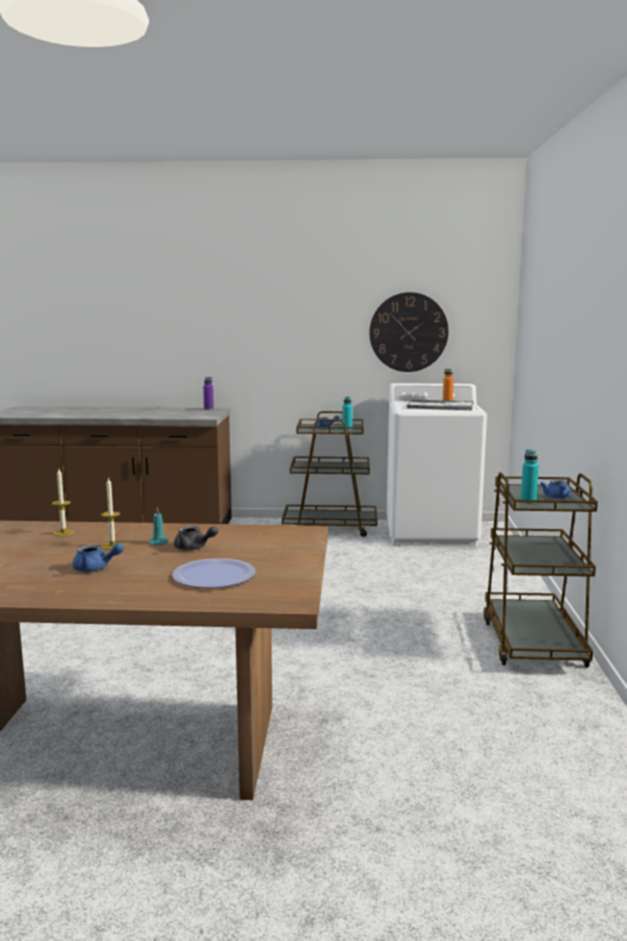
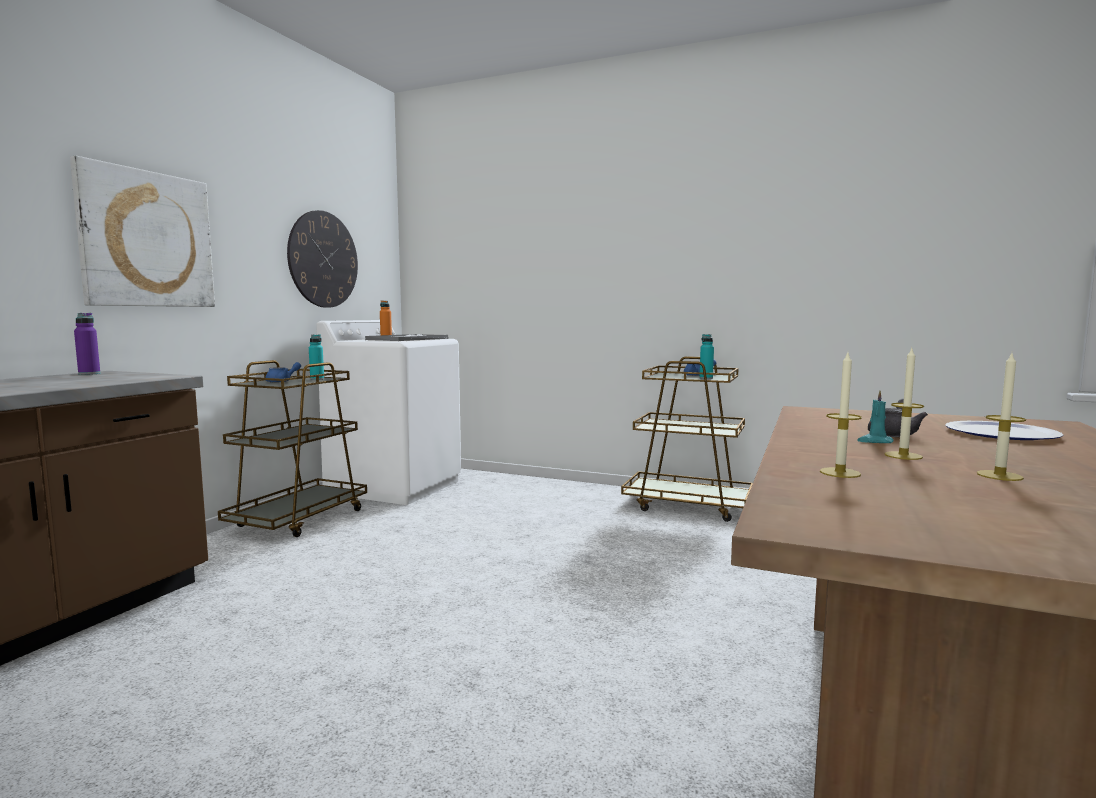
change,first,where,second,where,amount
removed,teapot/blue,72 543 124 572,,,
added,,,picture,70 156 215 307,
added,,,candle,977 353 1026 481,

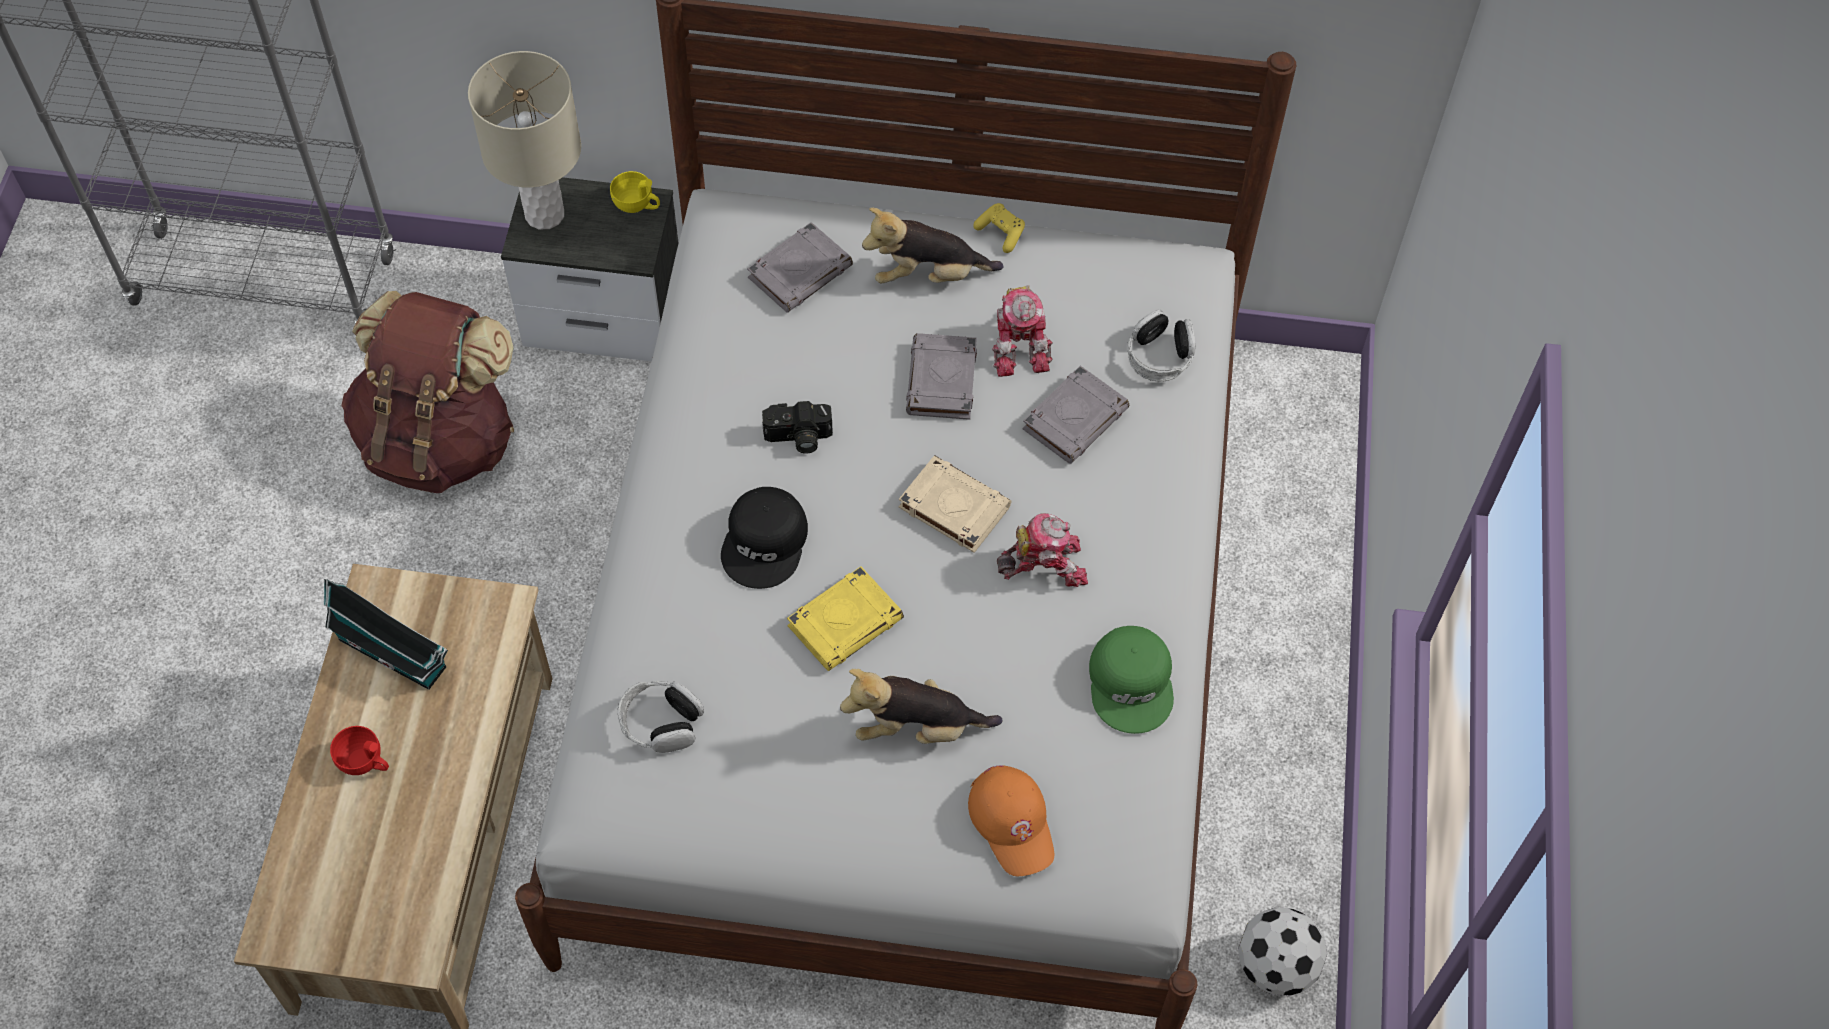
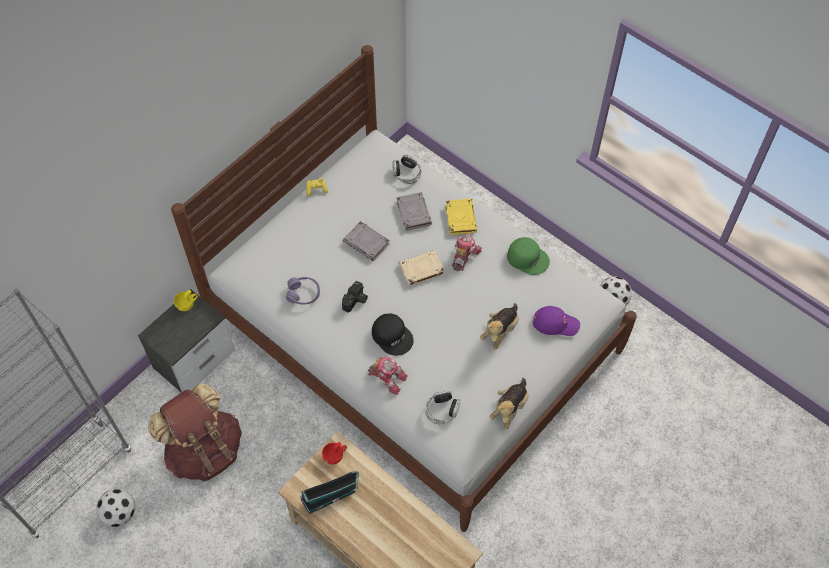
change,first,where,second,where,amount
moved,cup/red,330 726 389 775,,322 442 347 464,
removed,table lamp/beige,468 51 581 230,,,
removed,book/grey,747 222 853 313,,,
moved,book/yellow,787 566 904 671,,446 199 477 235,
moved,plush toy,862 208 1003 284,,490 378 529 429,
recoloured,cap/orange,968 766 1054 876,cap/purple,533 306 580 336,
moved,toy robot,992 285 1053 377,,368 357 408 395,
added,,,football,96 489 135 527,
added,,,headphones/purple,286 277 320 305,

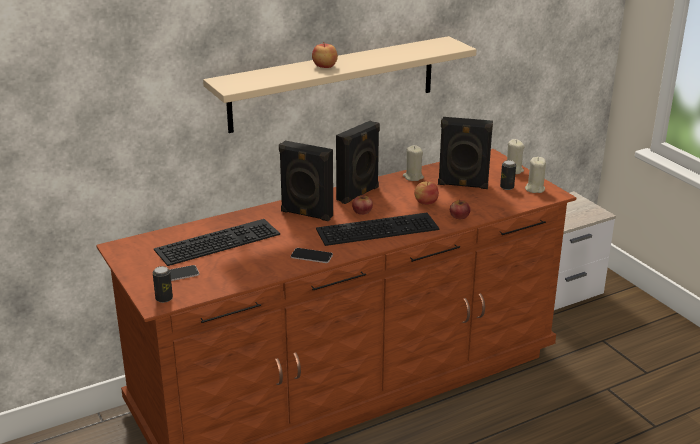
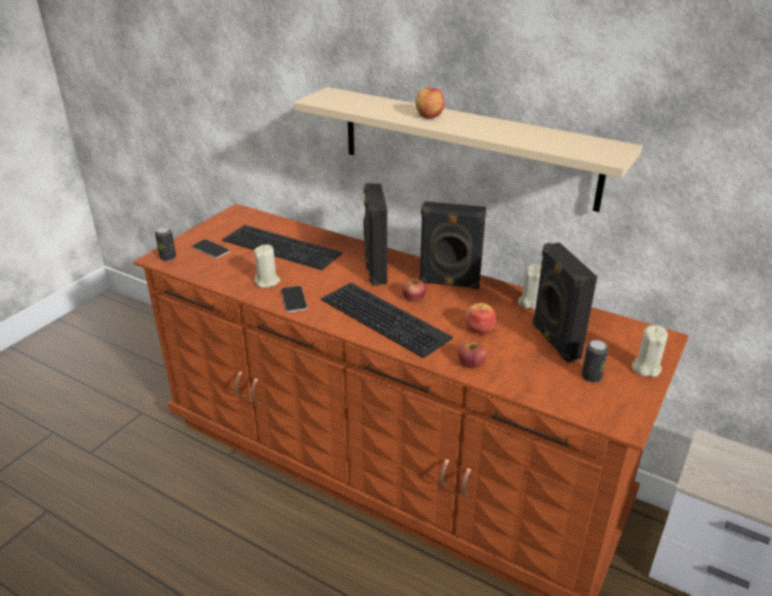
change,first,where,second,where,amount
moved,candle/beige,525 157 546 193,,254 245 280 288,

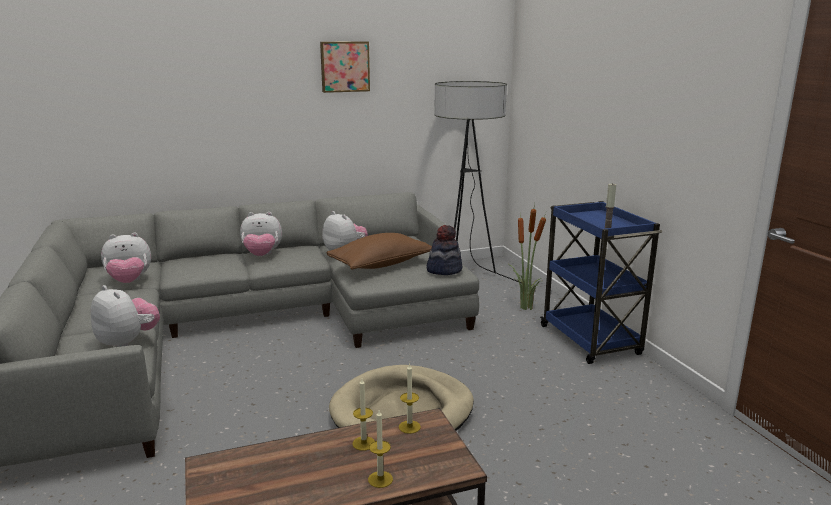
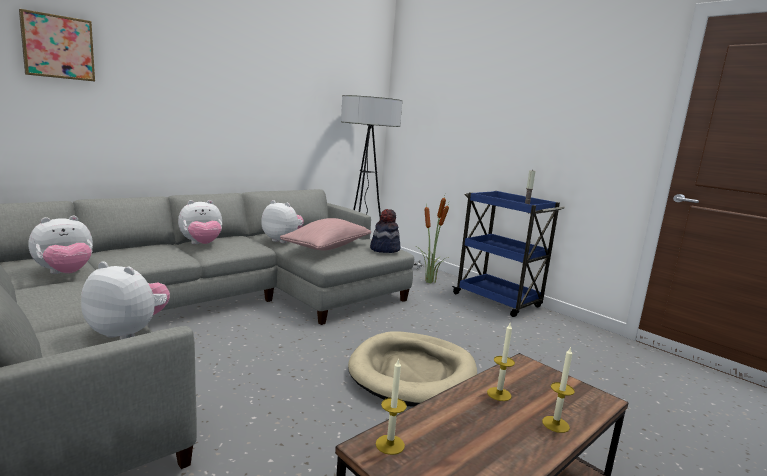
change,first,where,second,where,amount
moved,picture,320 42 370 93,,19 9 95 81,
recoloured,pillow/brown,326 233 432 269,pillow/pink,280 218 371 250,
moved,candle,399 363 421 434,,376 358 407 455,

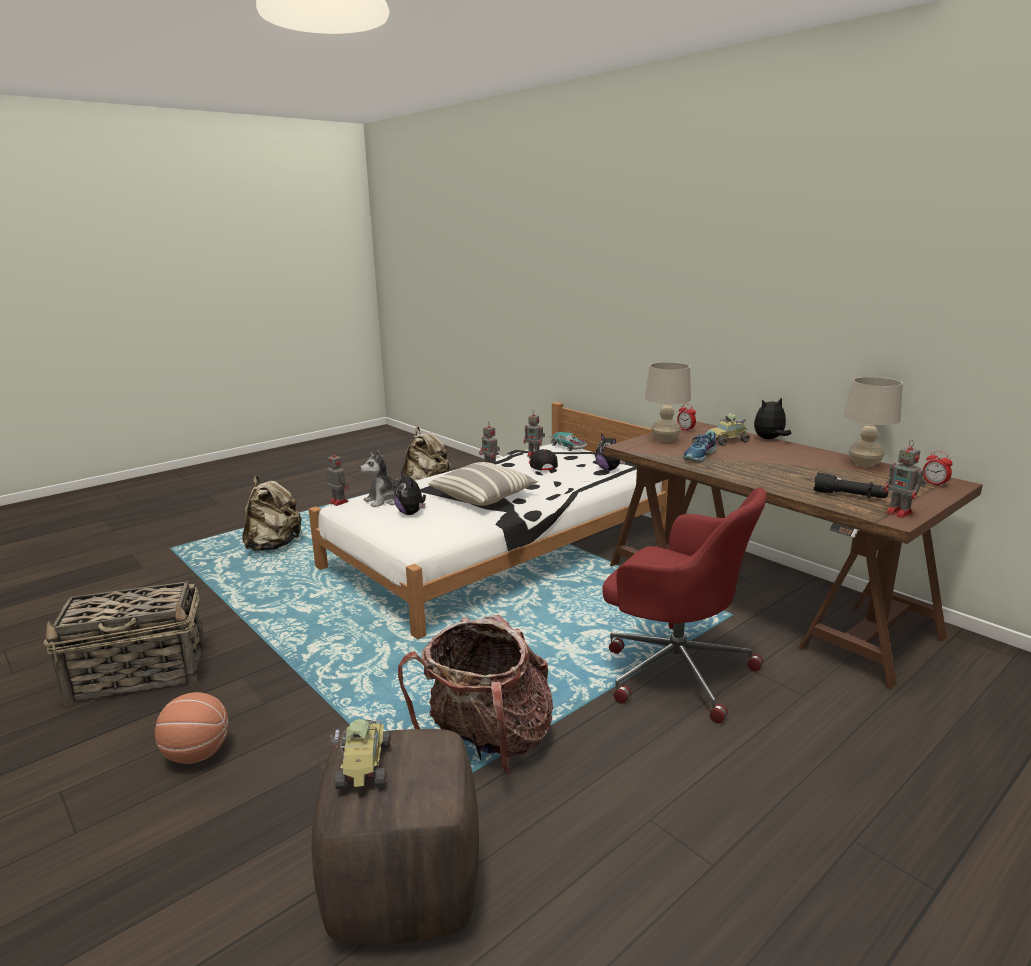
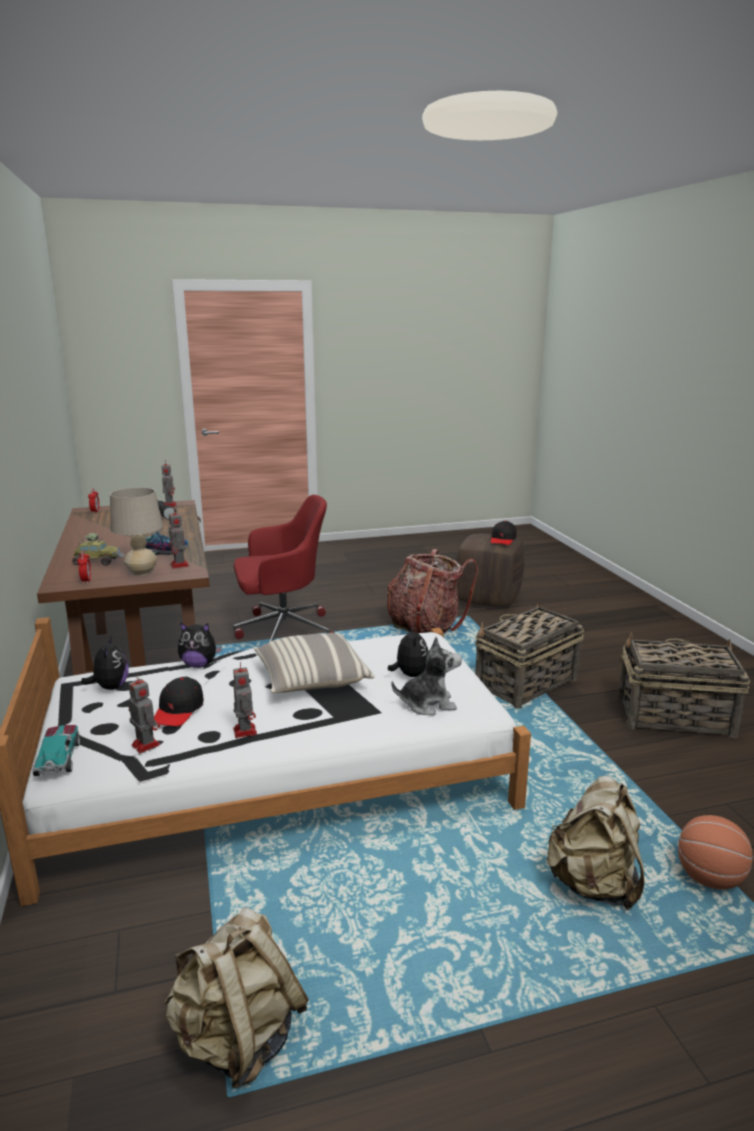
change,first,where,second,where,amount
moved,basketball,155 692 228 764,,678 815 753 890,
moved,toy robot,326 450 349 506,,168 508 189 569,
replaced,toy car,330 719 391 789,cap/black,491 521 517 545,
turned,office chair/red,602 487 767 723,,233 495 334 642,105 degrees clockwise
moved,plush toy,754 397 791 439,,178 622 222 668,
removed,table lamp/beige,844 377 903 468,,,
added,,,basket,475 600 584 709,

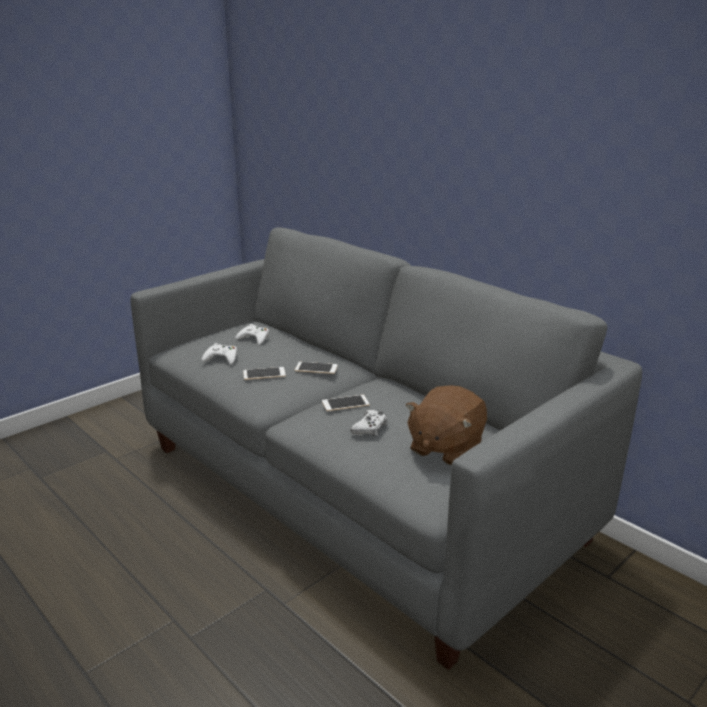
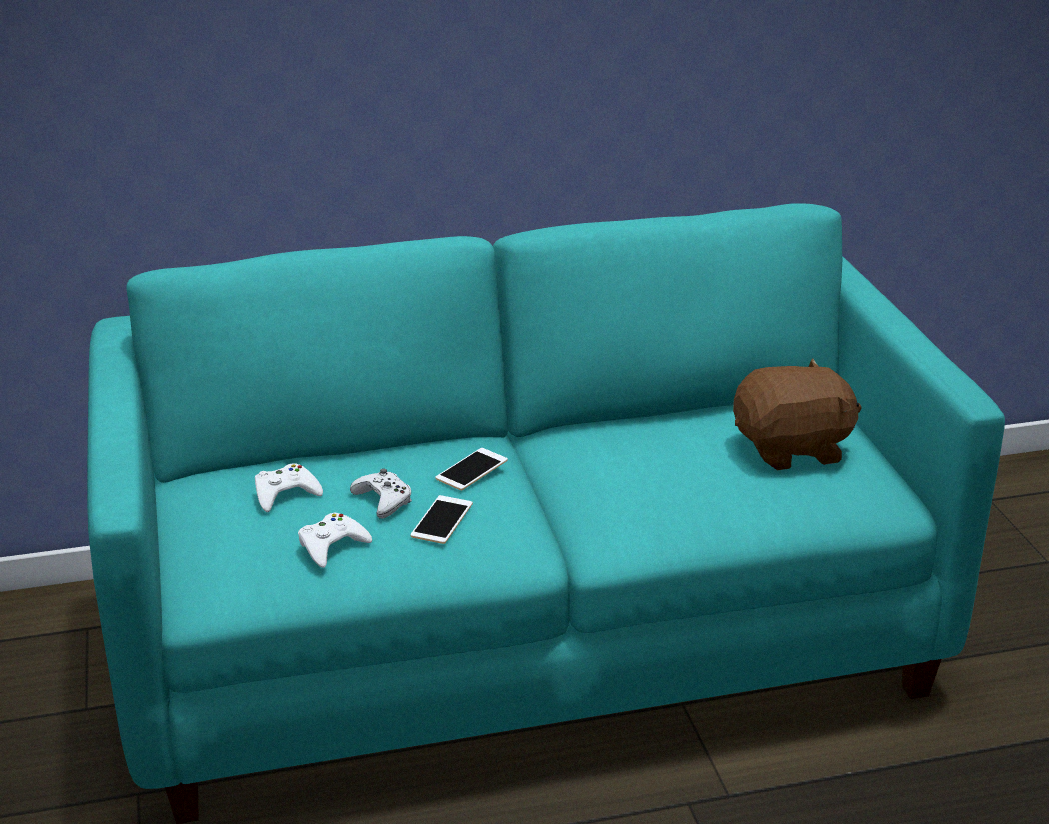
change,first,where,second,where,amount
recoloured,sofa/grey,131 228 642 670,sofa/turquoise,87 203 1005 824,
removed,phone,322 395 369 411,,,
moved,game controller/white,350 410 387 436,,350 469 412 519,
turned,plush toy/brown,406 385 487 466,,733 358 862 470,75 degrees counterclockwise

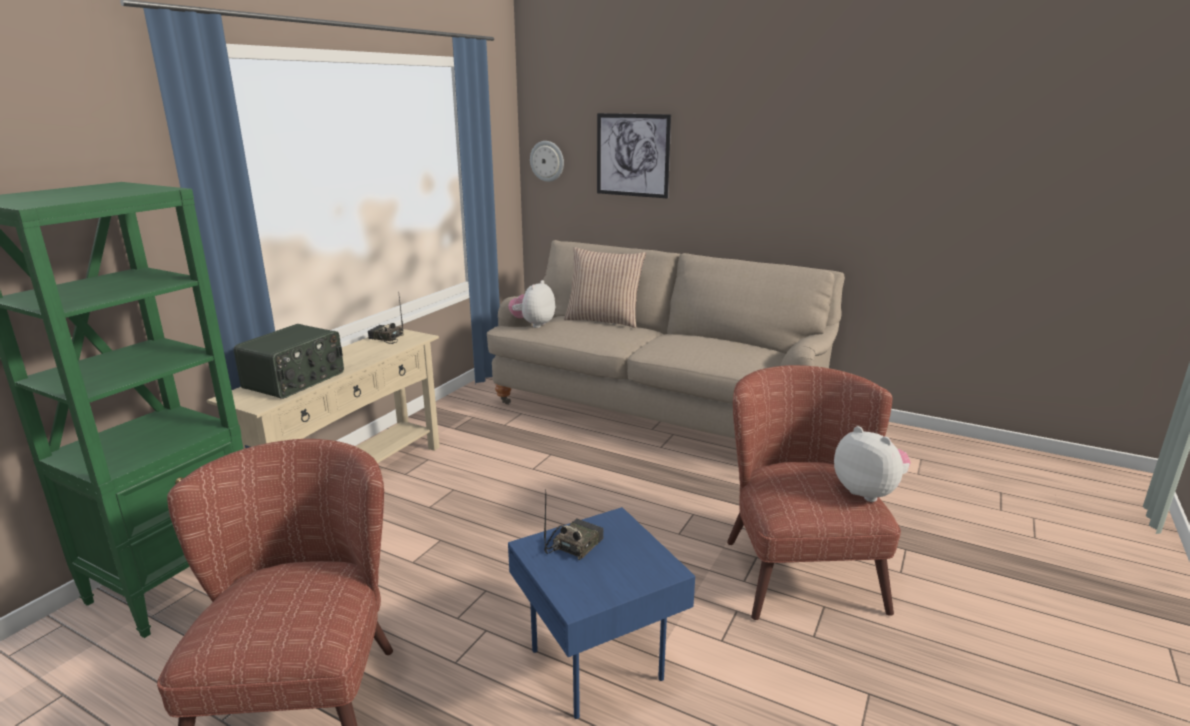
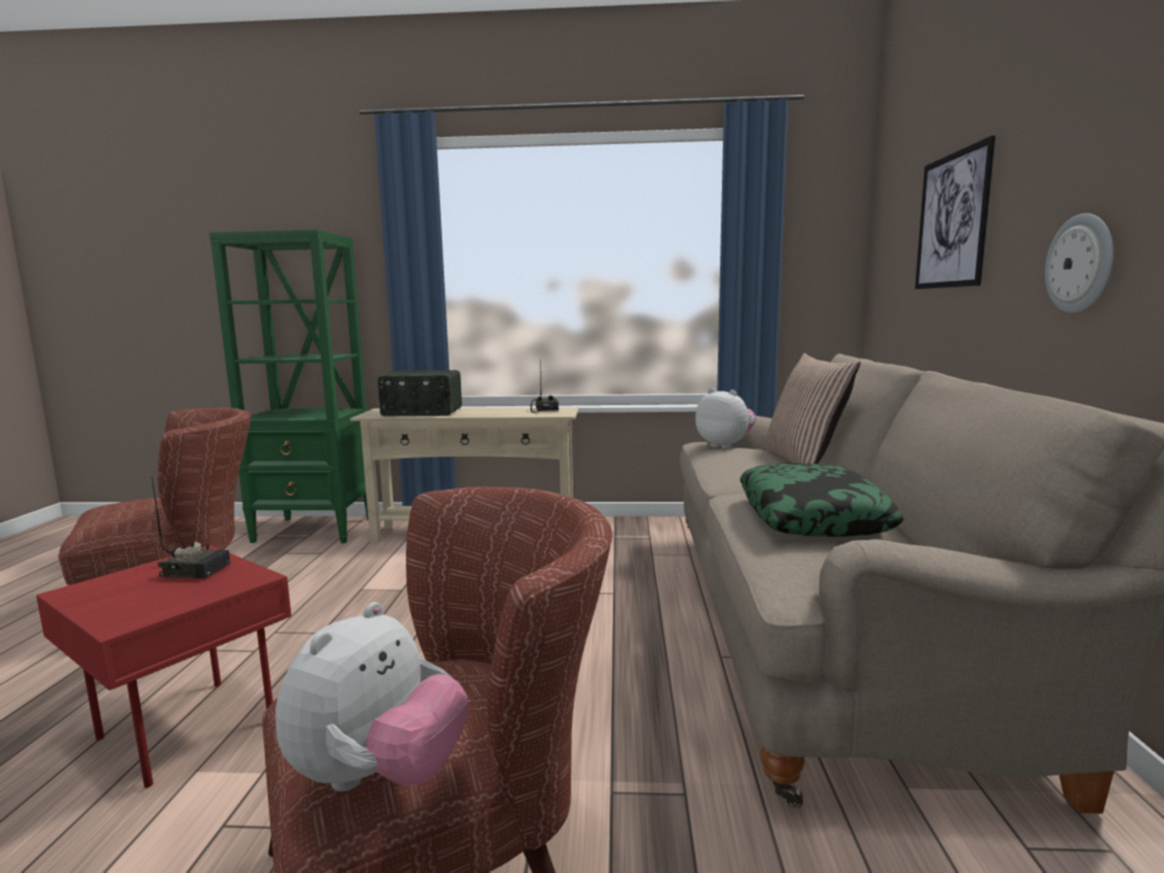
change,first,where,second,where,amount
recoloured,side table/blue,508 507 695 719,side table/red,36 545 291 788,
turned,plush toy,509 280 555 328,,695 388 756 448,45 degrees clockwise
moved,wall clock,530 141 564 182,,1045 213 1114 313,
added,,,pillow,740 464 904 537,

